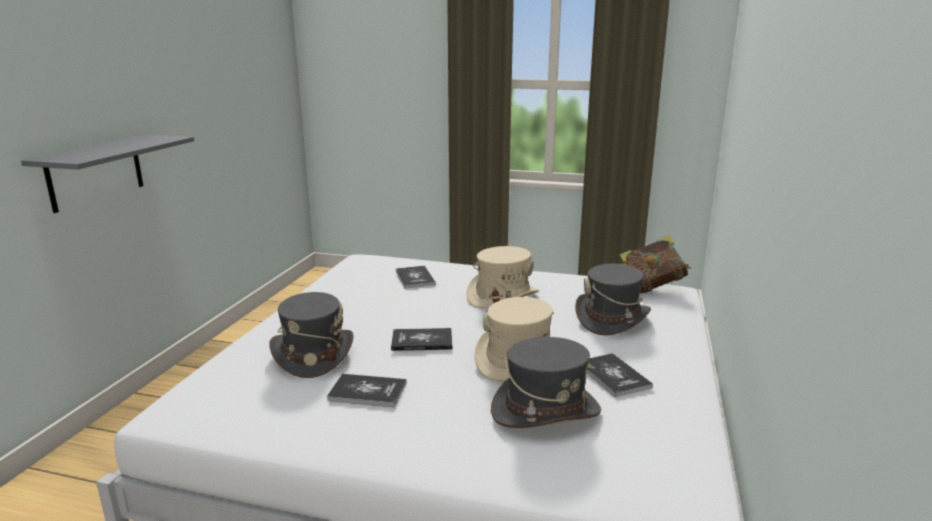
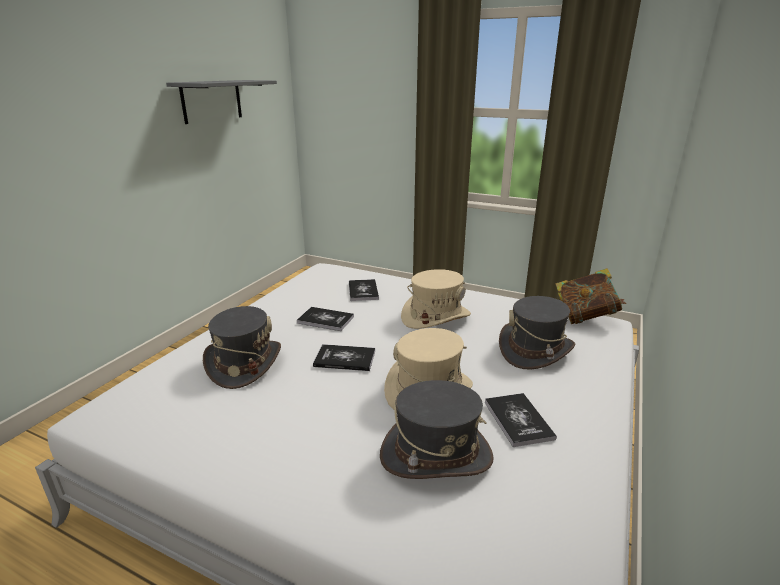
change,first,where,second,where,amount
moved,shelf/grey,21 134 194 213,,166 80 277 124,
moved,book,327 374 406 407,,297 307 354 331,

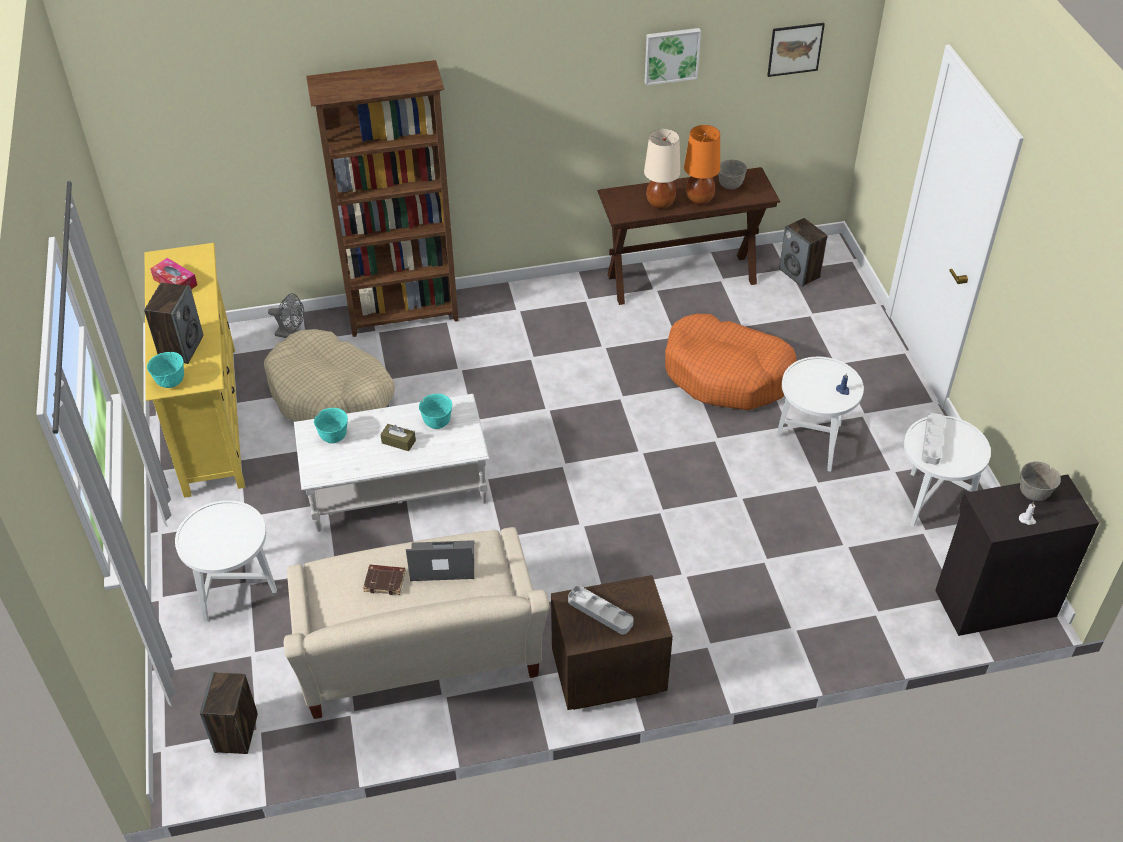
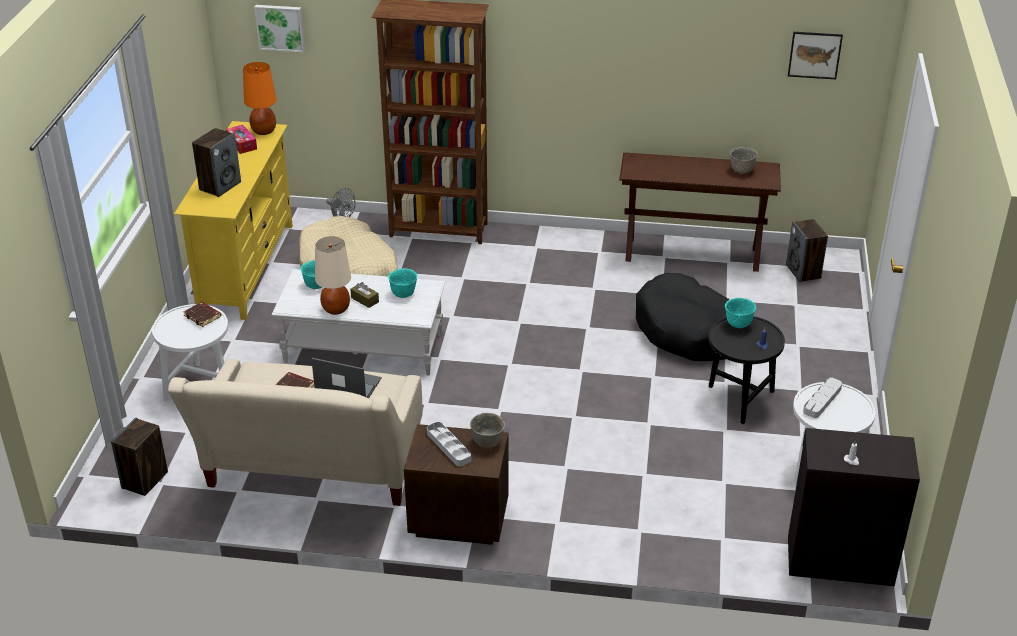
change,first,where,second,where,amount
moved,bowl/turquoise,147 352 184 388,,725 298 756 328,
moved,table lamp/beige,644 129 680 209,,315 236 351 315,
moved,picture,645 28 701 85,,254 5 305 53,
recoloured,dog bed/orange,665 314 797 410,dog bed/black,636 273 730 361,
moved,table lamp/orange,684 125 720 205,,243 62 277 135,
recoloured,side table/white,776 357 864 472,side table/black,708 316 785 424,
moved,bowl/grey,1020 461 1061 501,,470 413 505 448,
added,,,book/brown,183 302 221 327,

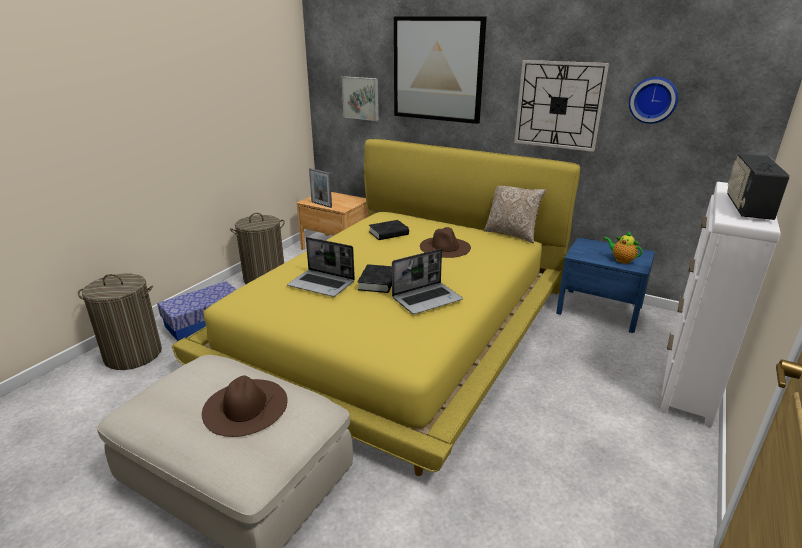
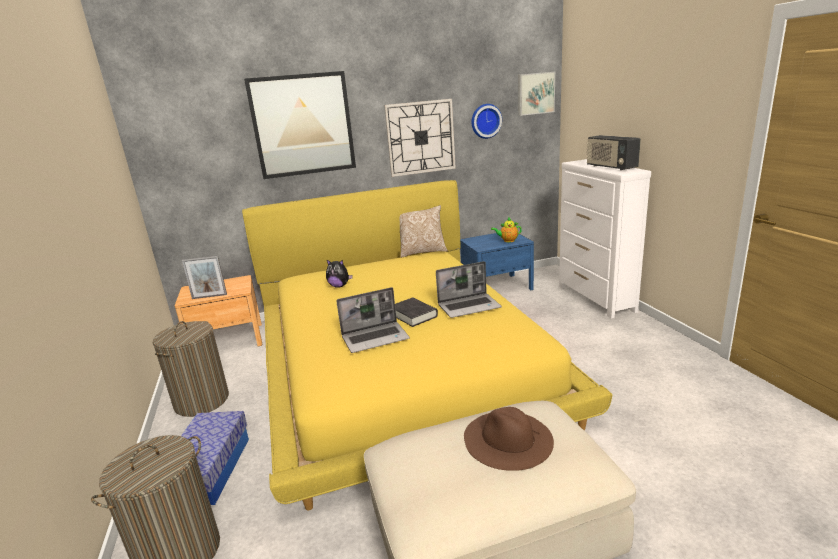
change,first,where,second,where,amount
moved,picture,342 76 379 121,,518 72 555 116,
replaced,book/black,369 220 409 240,plush toy,326 260 353 288,
turned,laptop,392 249 463 314,,436 261 502 318,60 degrees clockwise
removed,hat/brown,420 227 471 258,,,

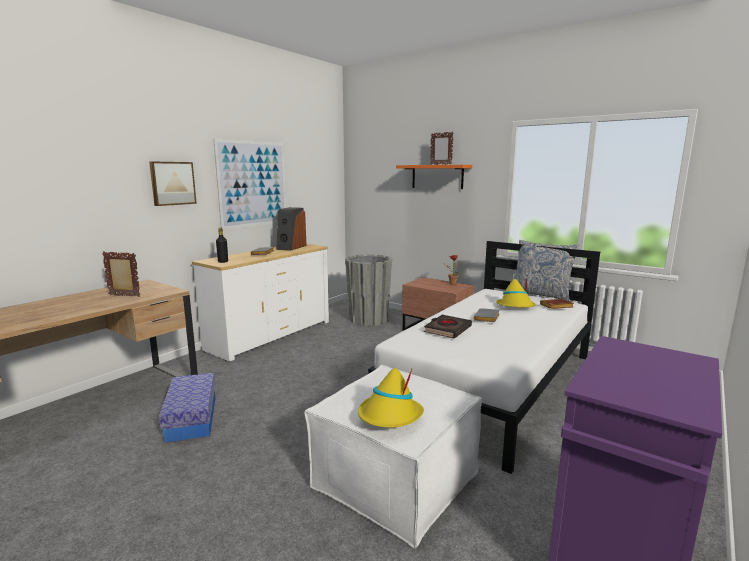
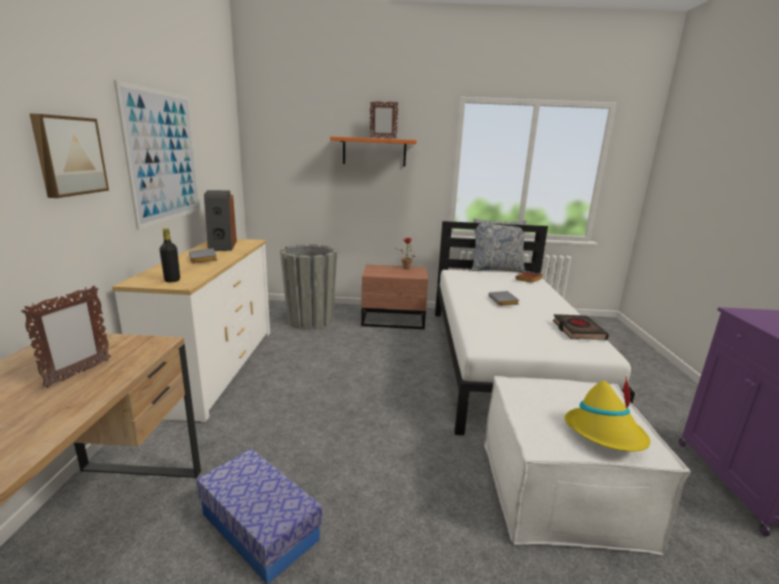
change,first,where,second,where,amount
turned,picture frame,102 251 140 297,,21 286 111 388,135 degrees clockwise
moved,book/black,424 315 472 338,,553 314 609 340,
removed,hat/yellow,496 277 536 307,,,

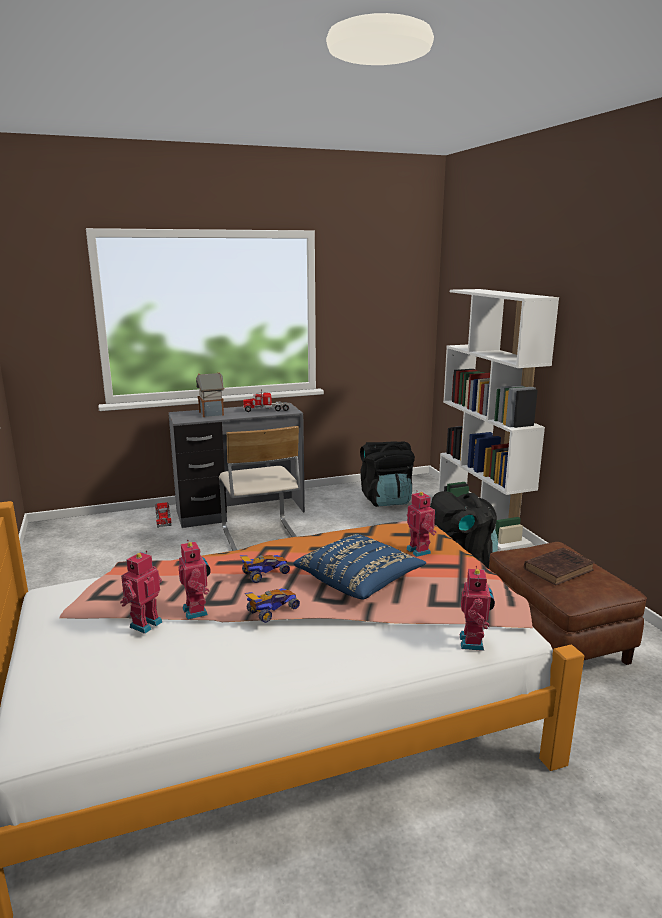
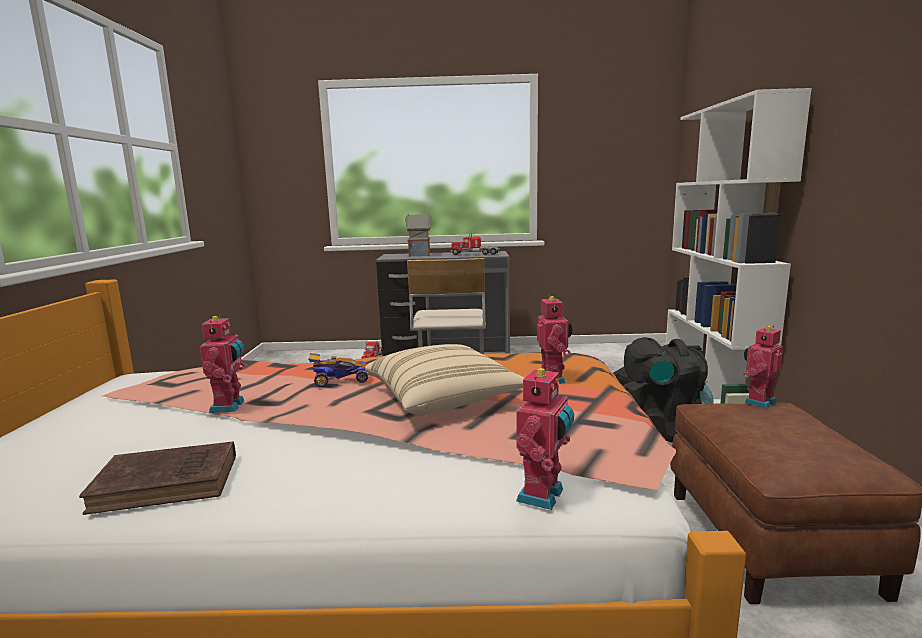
change,first,where,second,where,amount
moved,toy robot,120 550 162 634,,743 325 783 409,
removed,toy car,245 588 300 623,,,
recoloured,pillow/blue,293 534 426 599,pillow/beige,365 344 524 416,
removed,backpack/black,360 441 415 507,,,
moved,book/brown,524 547 595 586,,79 442 236 515,

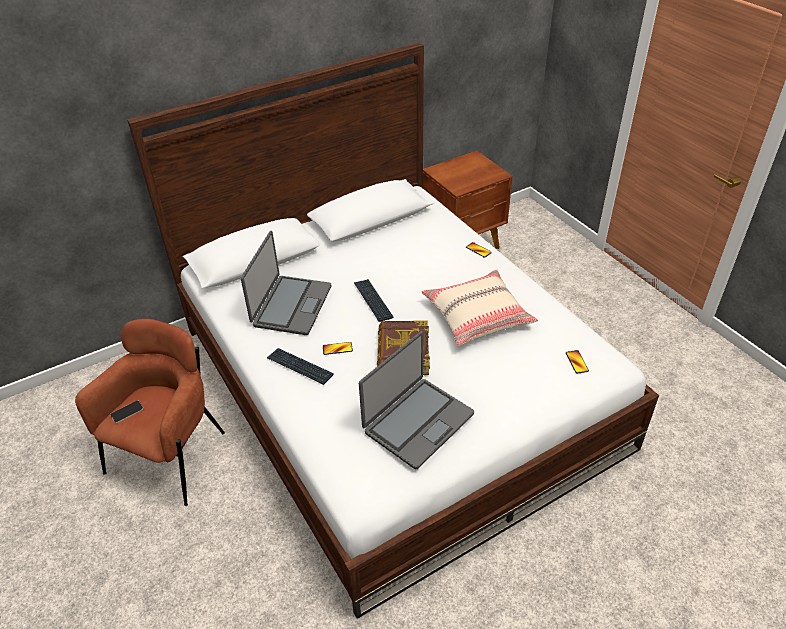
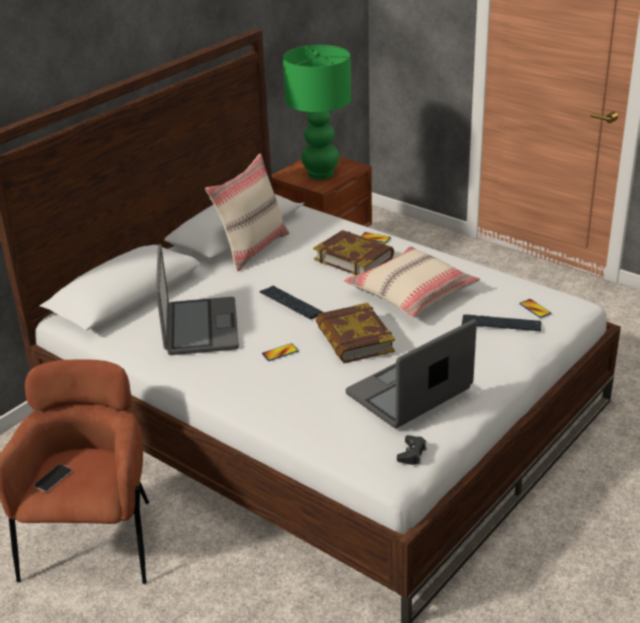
change,first,where,second,where,amount
moved,keyboard,267 348 334 385,,462 314 541 331,
turned,laptop,359 331 474 469,,346 319 477 428,150 degrees counterclockwise
added,,,pillow/beige,205 153 289 272,
added,,,table lamp/green,283 45 351 180,
added,,,book,313 230 394 276,
added,,,game controller/black,397 435 427 465,

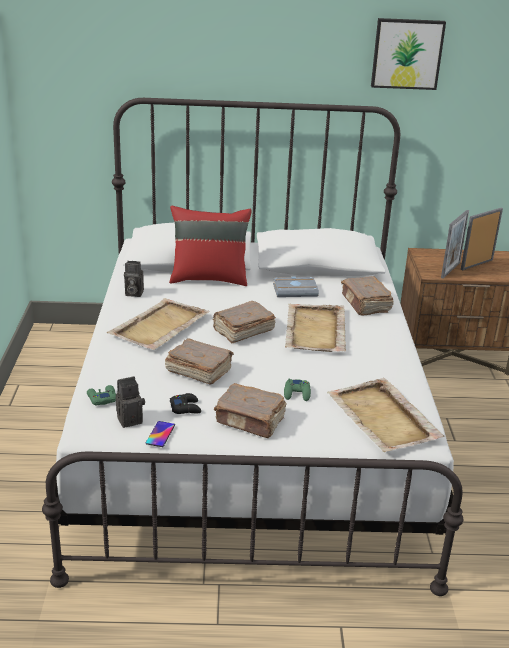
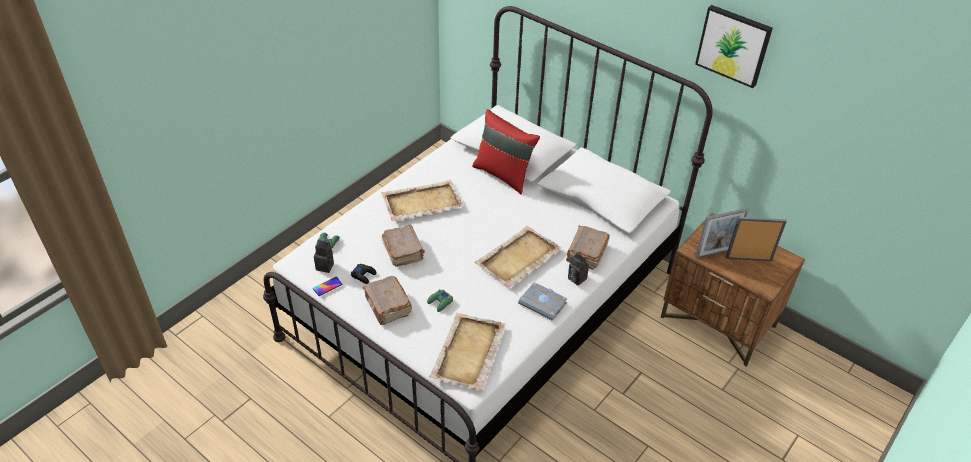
change,first,where,second,where,amount
moved,photo camera,124 261 144 297,,568 253 589 286,
removed,book/brown,213 301 276 343,,,
moved,book/grey,273 276 319 297,,518 282 567 321,

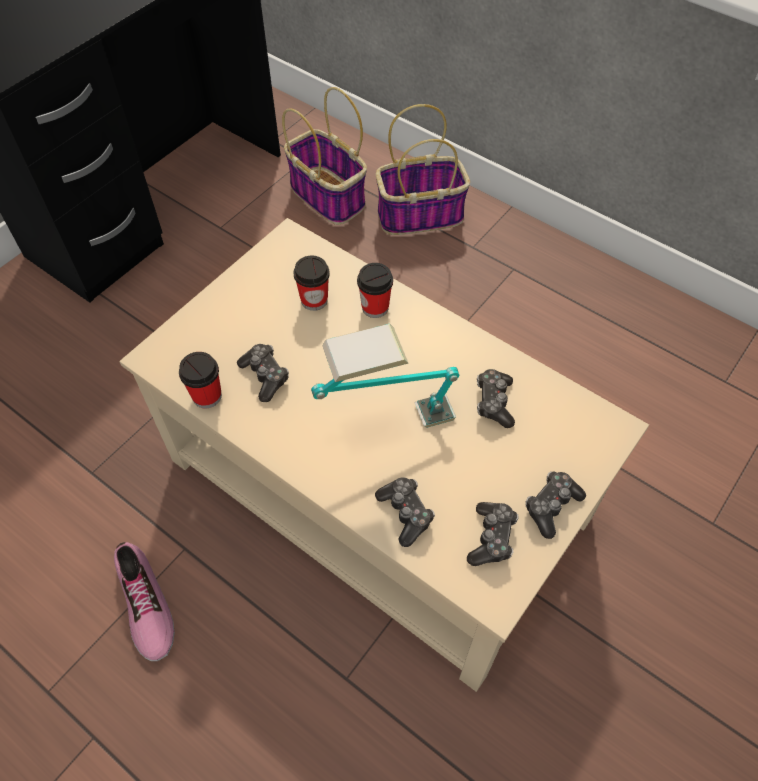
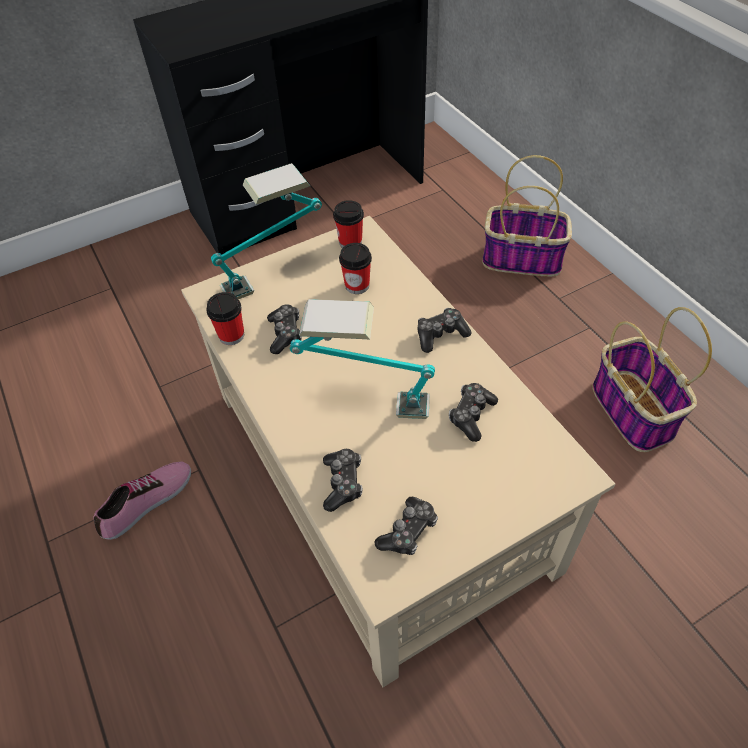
change,first,where,second,where,amount
turned,shoe,114 542 175 661,,93 461 191 540,135 degrees counterclockwise
moved,basket,282 87 367 225,,592 307 712 452,
moved,cup,357 263 393 318,,333 200 364 248,
moved,game controller,525 471 586 539,,418 308 471 353,
added,,,table lamp,211 163 322 299,

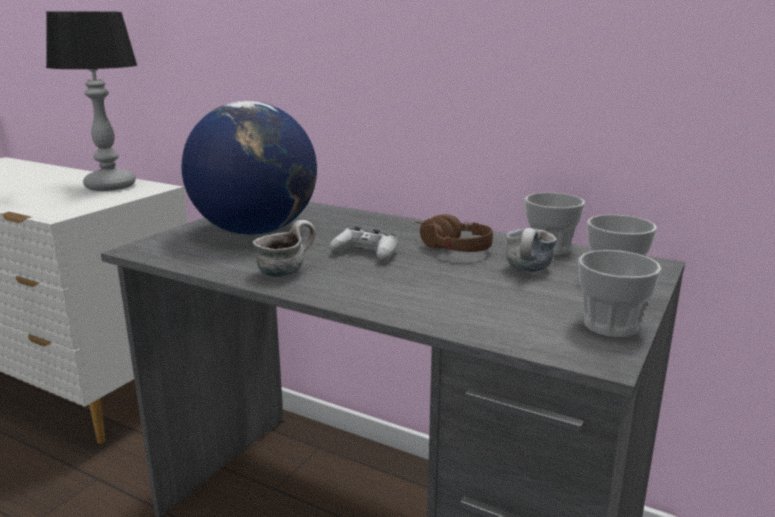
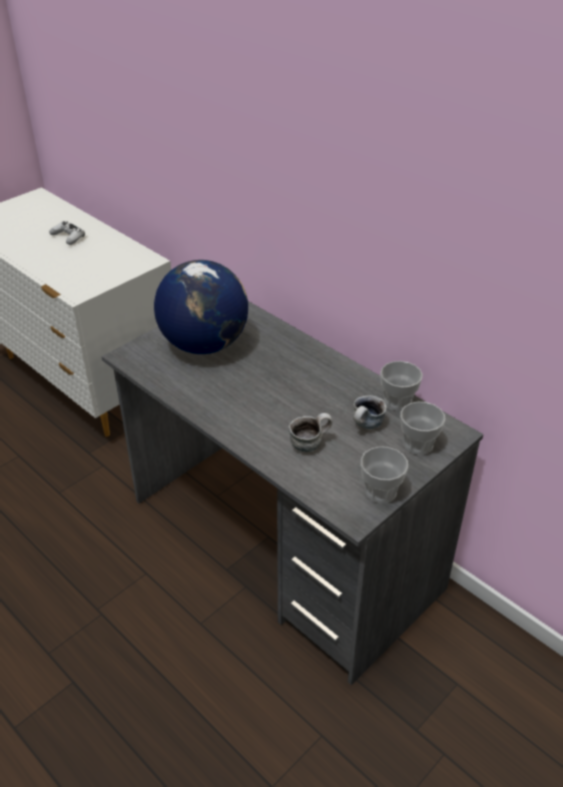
change,first,where,second,where,amount
removed,table lamp,46 11 137 191,,,
moved,mug,253 220 315 277,,289 413 333 452,
moved,game controller/white,329 226 398 262,,49 221 85 245,
removed,headphones/brown,415 214 493 252,,,

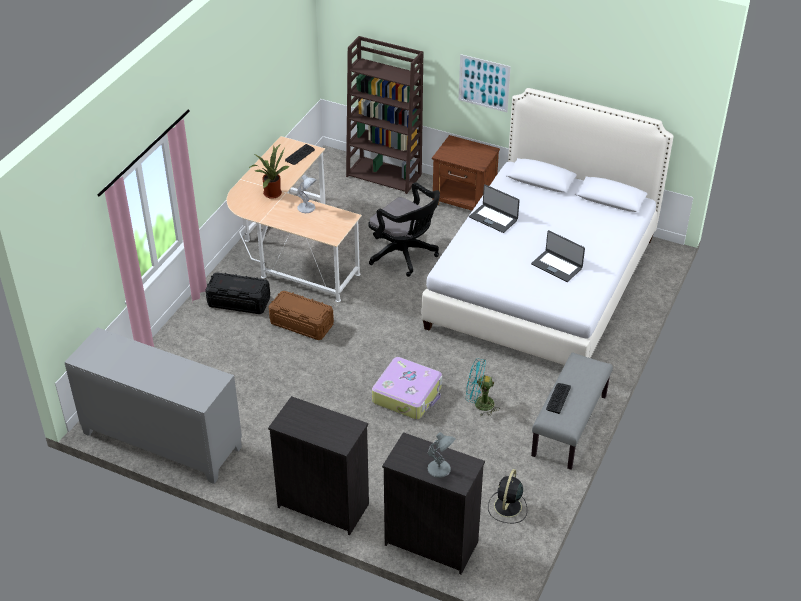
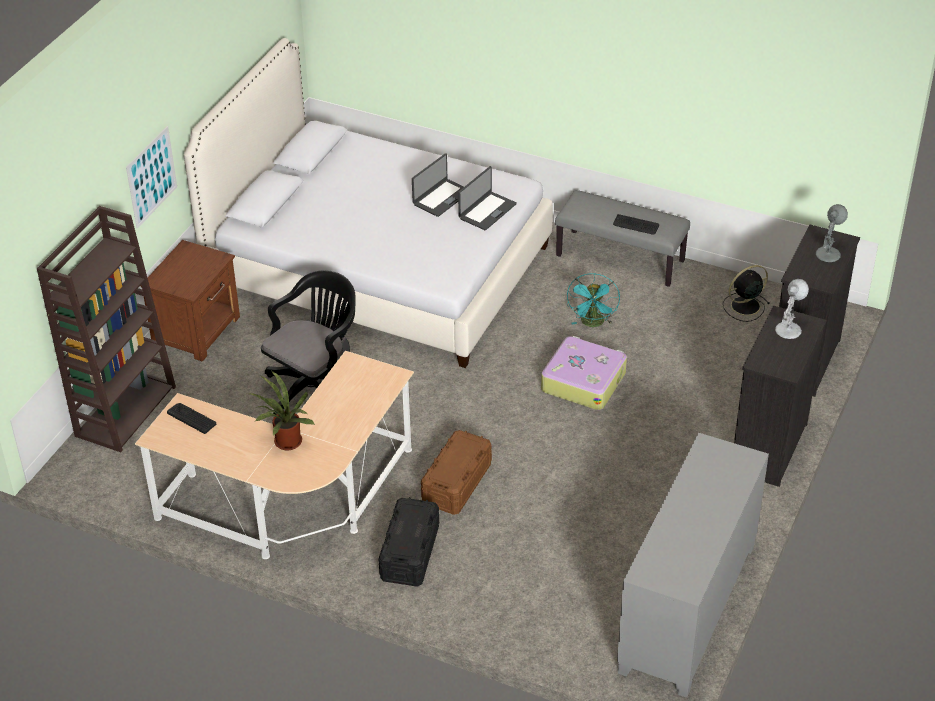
change,first,where,second,where,amount
moved,table lamp/white,297 175 316 213,,775 279 809 339,
moved,laptop,469 184 520 233,,458 166 517 230,
turned,fan/black,488 469 527 523,,723 265 770 322,135 degrees clockwise

